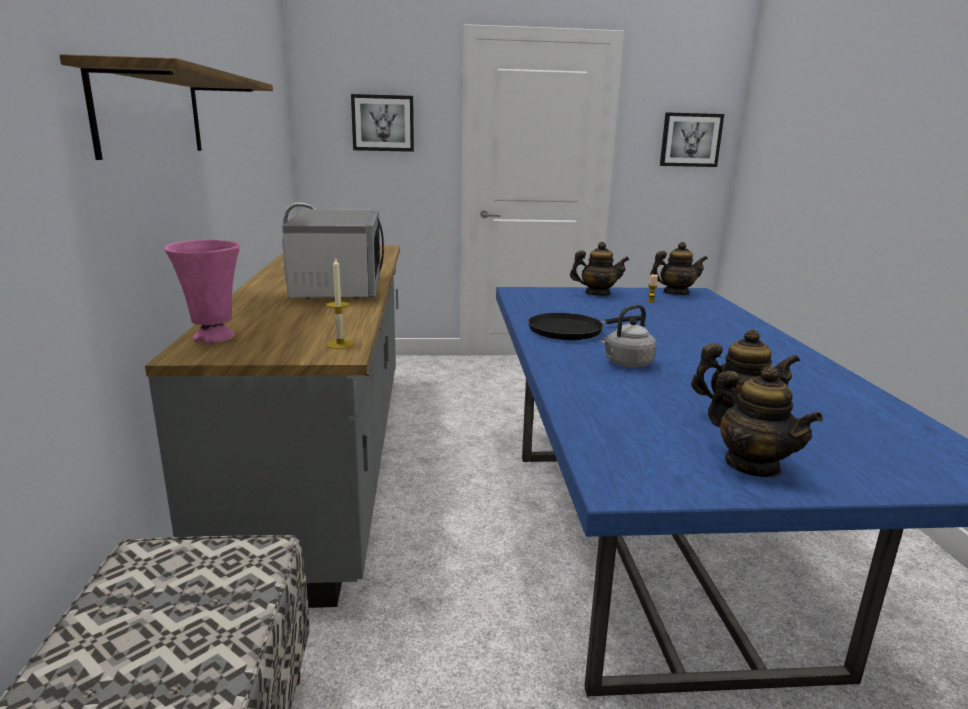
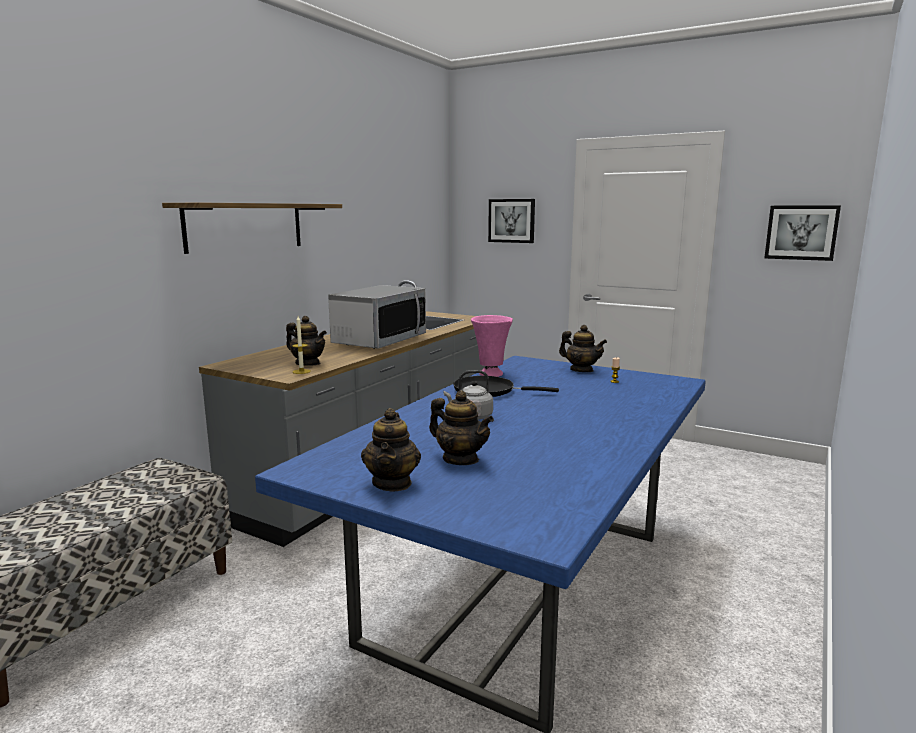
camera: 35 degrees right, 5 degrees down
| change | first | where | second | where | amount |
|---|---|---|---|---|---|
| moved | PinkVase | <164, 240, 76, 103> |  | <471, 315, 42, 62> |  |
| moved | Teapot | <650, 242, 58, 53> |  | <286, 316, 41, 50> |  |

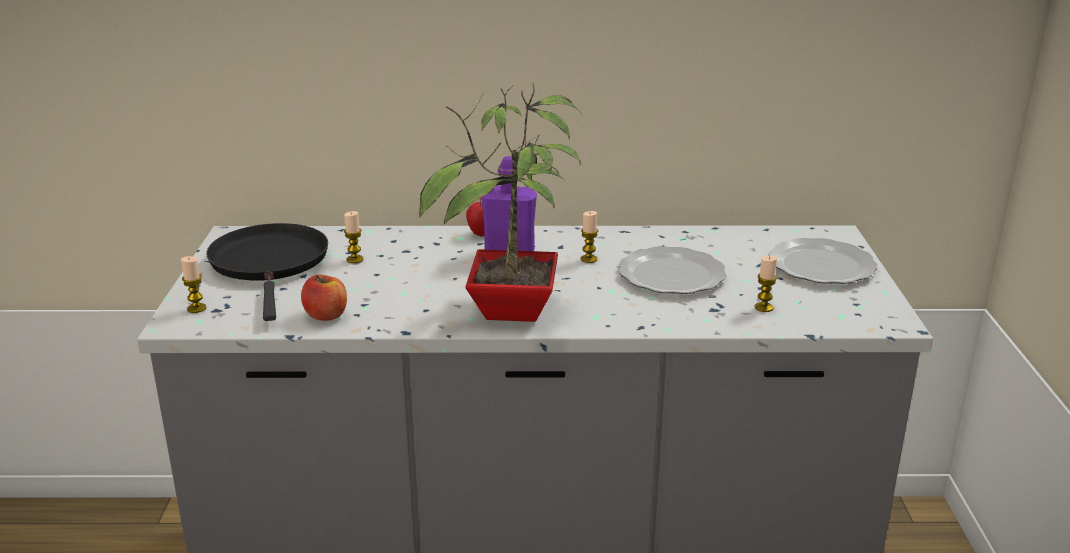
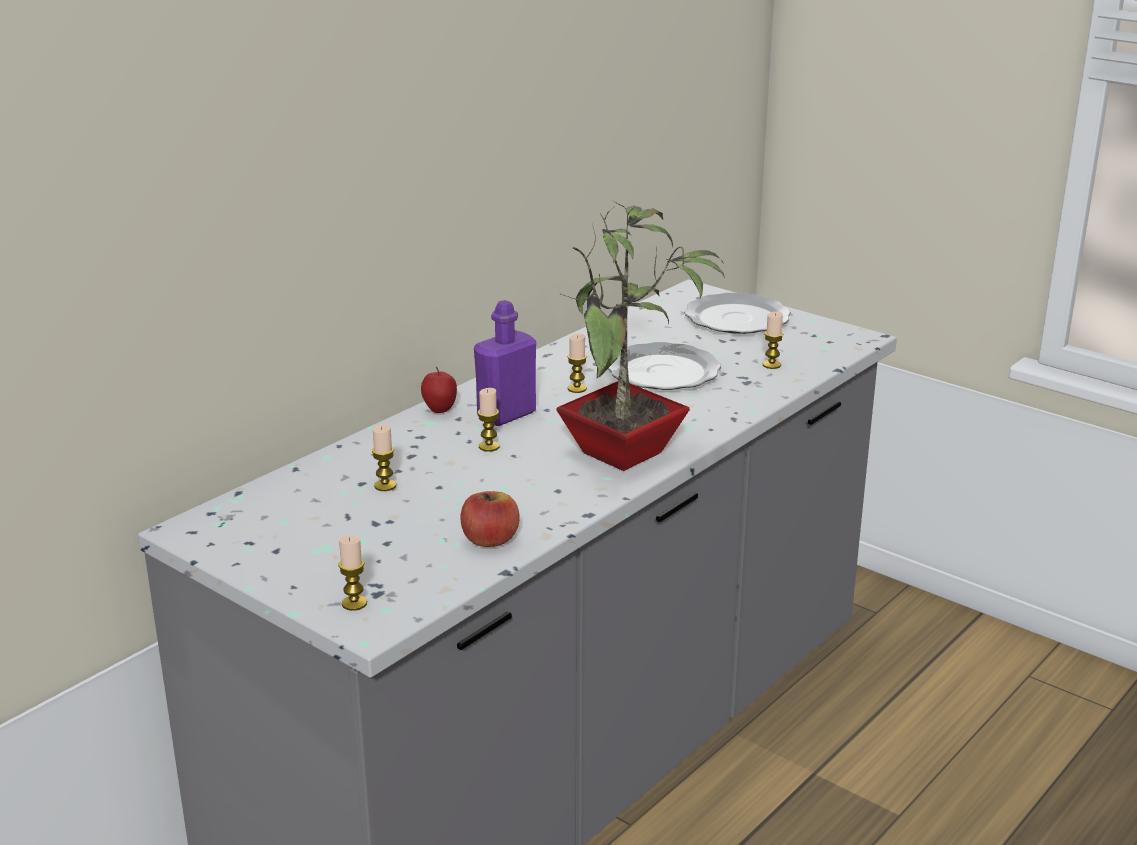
camera: 50 degrees left, 0 degrees up
| change | first | where | second | where | amount |
|---|---|---|---|---|---|
| removed | BlackFryingPan | <206, 223, 122, 98> |  |  |  |
| added |  |  | Candle | <478, 388, 22, 64> |  |

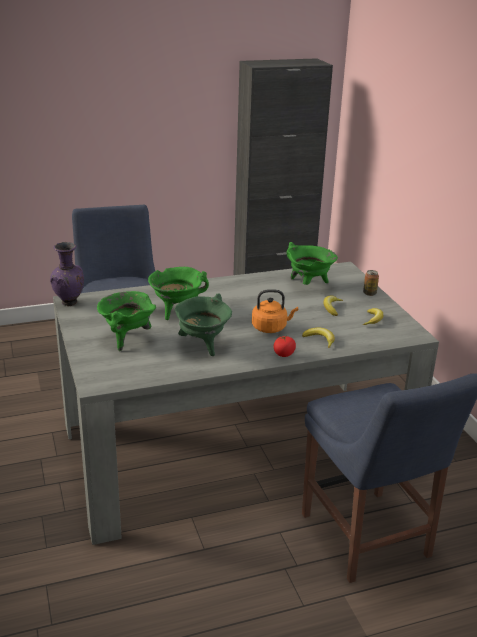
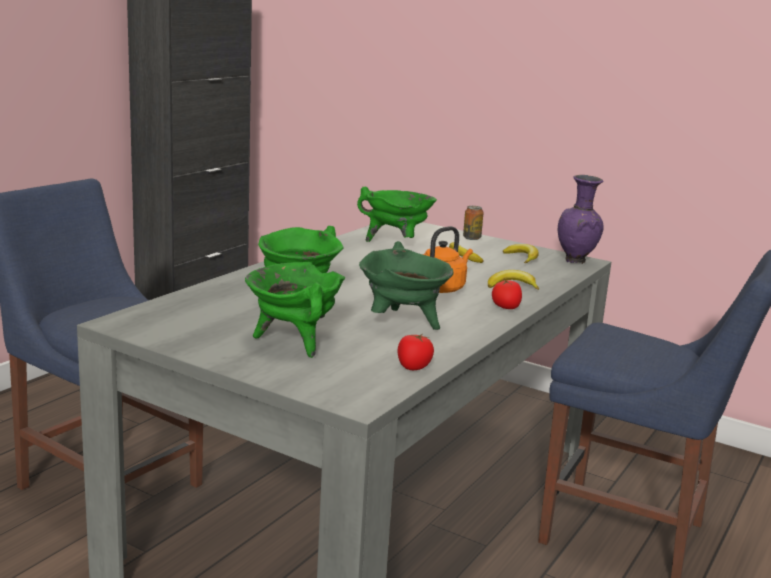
camera: 40 degrees left, 10 degrees down
| change | first | where | second | where | amount |
|---|---|---|---|---|---|
| moved | PurpleVase | <50, 242, 34, 64> |  | <558, 175, 46, 89> |  |
| added |  |  | Tomato | <398, 334, 36, 36> |  |

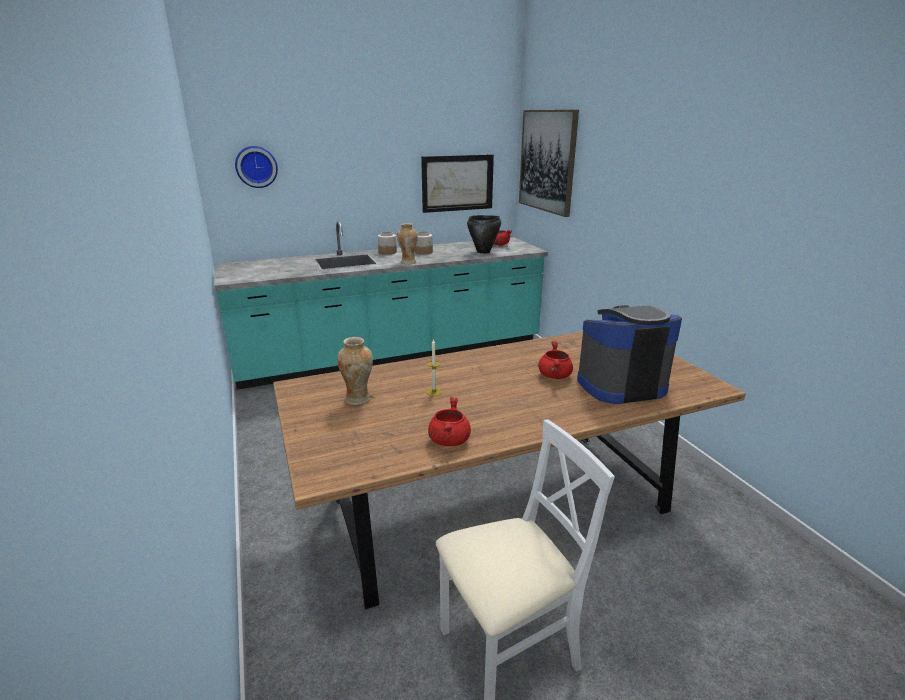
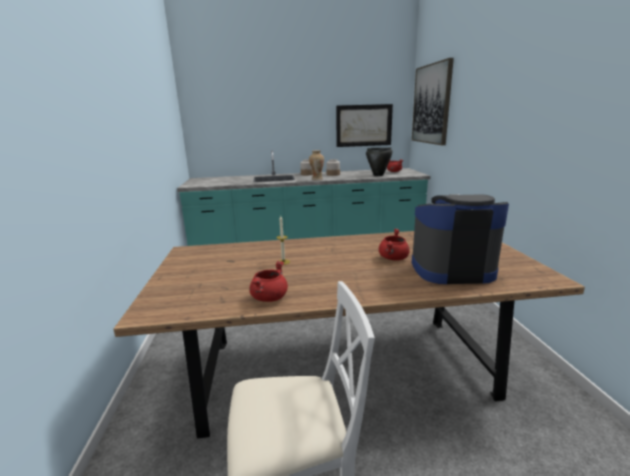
camera: 15 degrees right, 5 degrees down
| change | first | where | second | where | amount |
|---|---|---|---|---|---|
| removed | WallClock | <235, 146, 43, 42> |  |  |  |
| removed | Vase | <337, 337, 36, 68> |  |  |  |

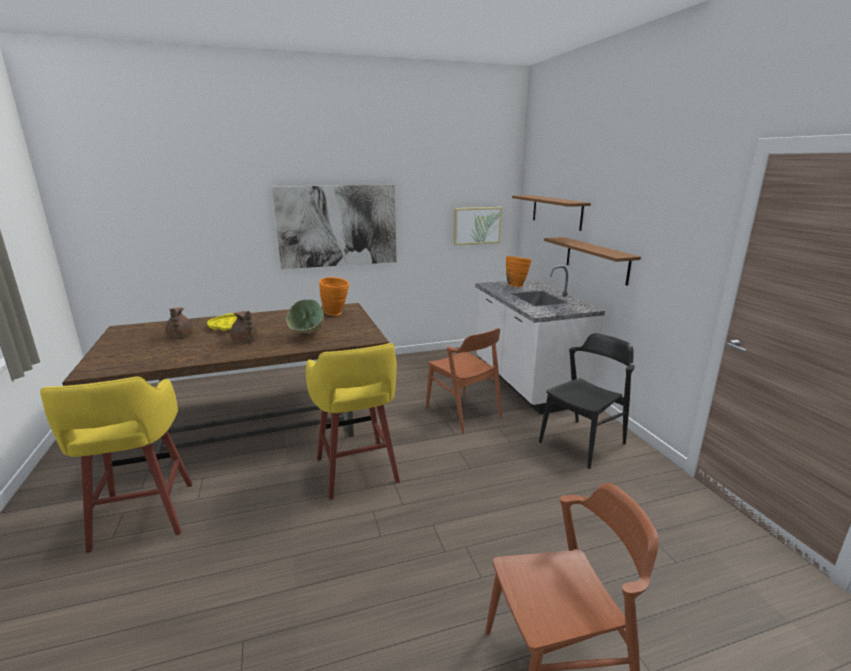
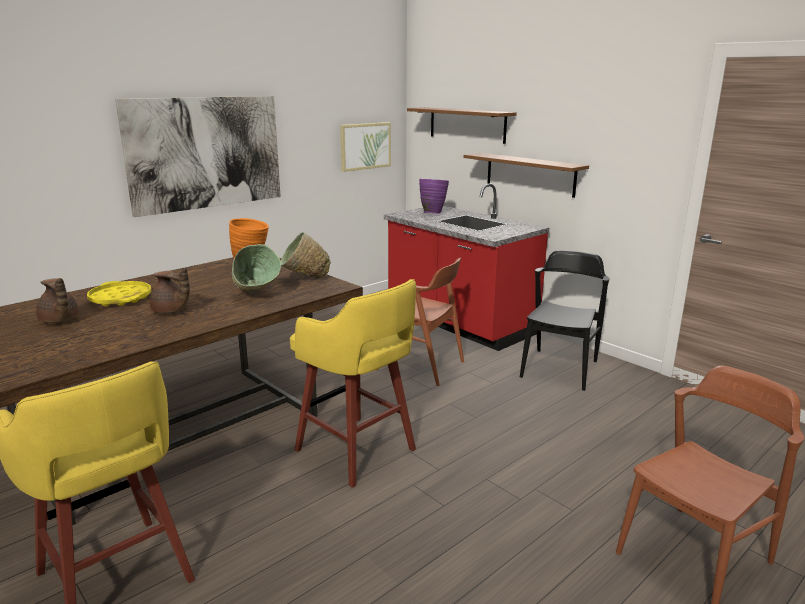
camera: 25 degrees left, 0 degrees up
| change | first | where | second | where | amount |
|---|---|---|---|---|---|
| recoloured | OrangeVase | <506, 256, 26, 31> | PurpleVase | <419, 179, 30, 35> |  |
| recoloured | WhiteCounter | <475, 265, 130, 149> | RedCounter | <384, 183, 165, 168> |  |
| added |  |  | GreenBowl | <281, 232, 50, 46> |  |

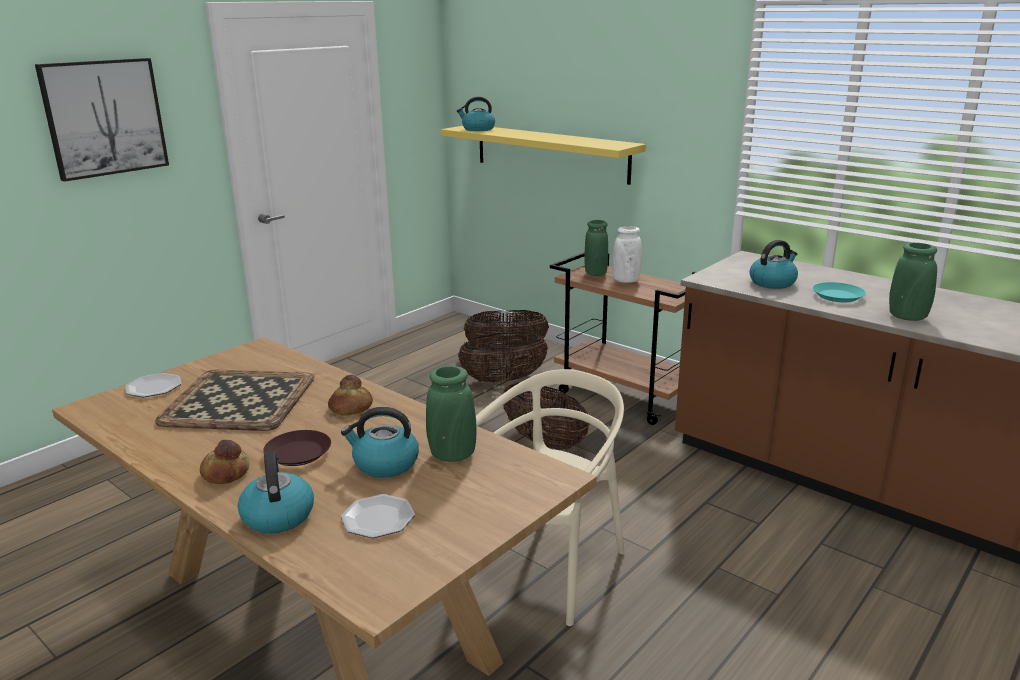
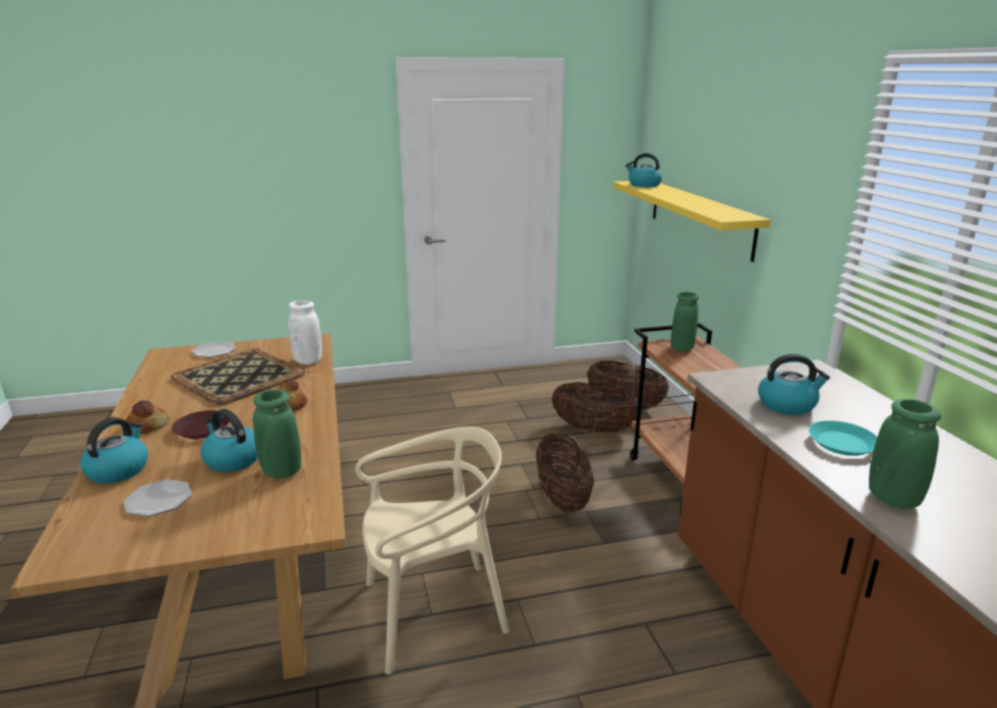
camera: 35 degrees right, 0 degrees up
| change | first | where | second | where | amount |
|---|---|---|---|---|---|
| removed | Picture | <35, 58, 134, 124> |  |  |  |
| moved | WhiteVase | <612, 226, 30, 57> |  | <288, 301, 34, 64> |  |

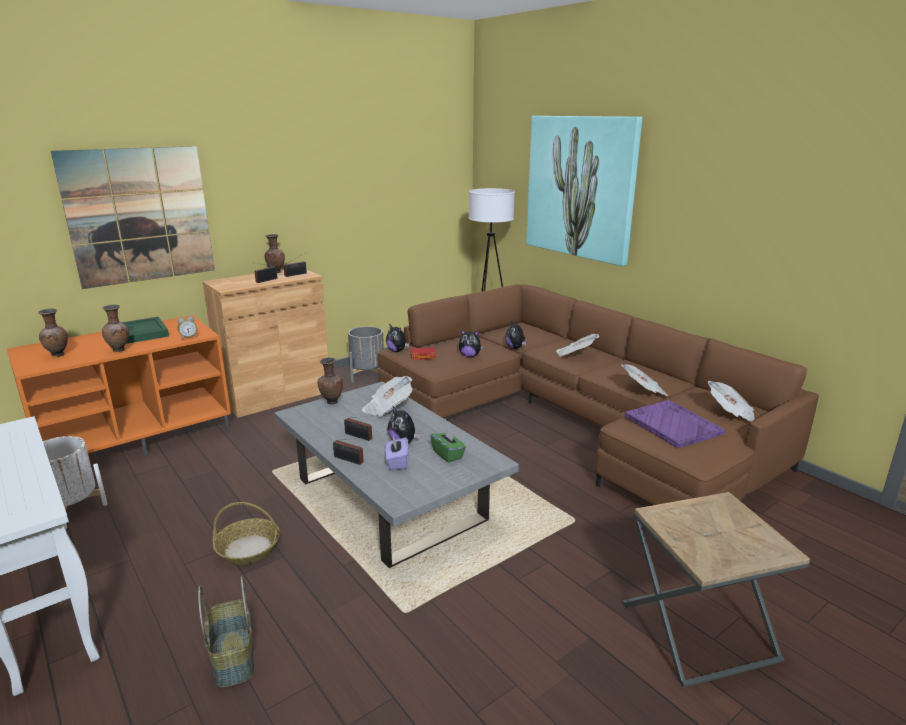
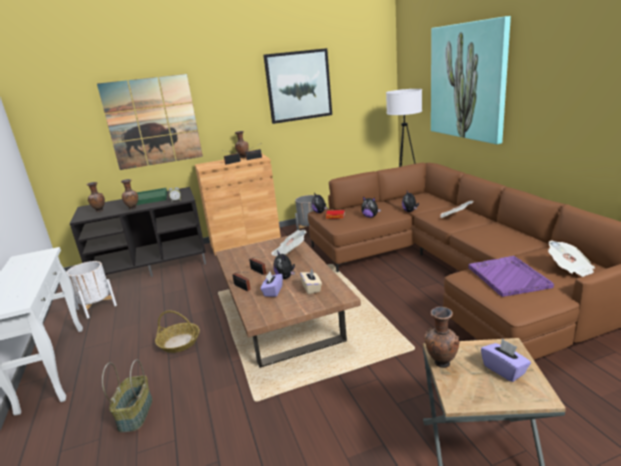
camera: 20 degrees right, 0 degrees up
| change | first | where | second | where | amount |
|---|---|---|---|---|---|
| recoloured | OrangeTvStand | <7, 315, 224, 140> | BlackTvStand | <70, 187, 136, 90> |  |
| moved | BrownVase | <317, 357, 26, 47> |  | <424, 307, 36, 61> |  |
| removed | Newspaper | <621, 364, 48, 32> |  |  |  |
| recoloured | GreyCoffeeTable | <274, 382, 245, 186> | BrownCoffeeTable | <215, 235, 146, 133> |  |
| recoloured | GreenTissueBox | <430, 428, 36, 35> | BeigeTissueBox | <300, 268, 22, 26> |  |
| added |  |  | Picture | <263, 48, 69, 76> |  |
| added |  |  | PurpleTissueBox | <481, 339, 50, 43> |  |

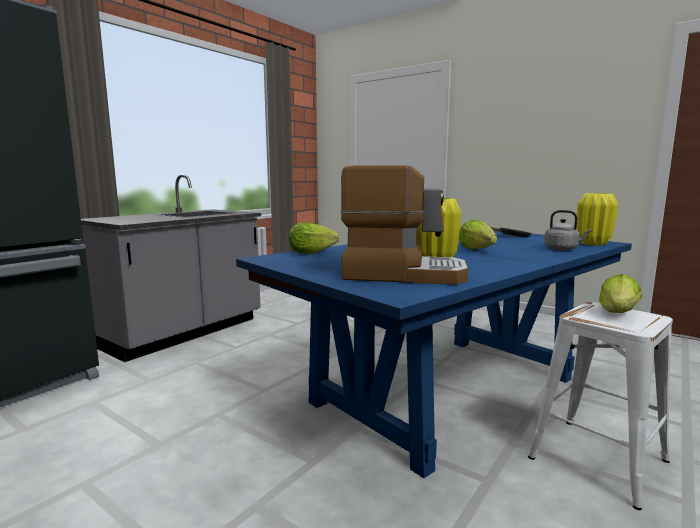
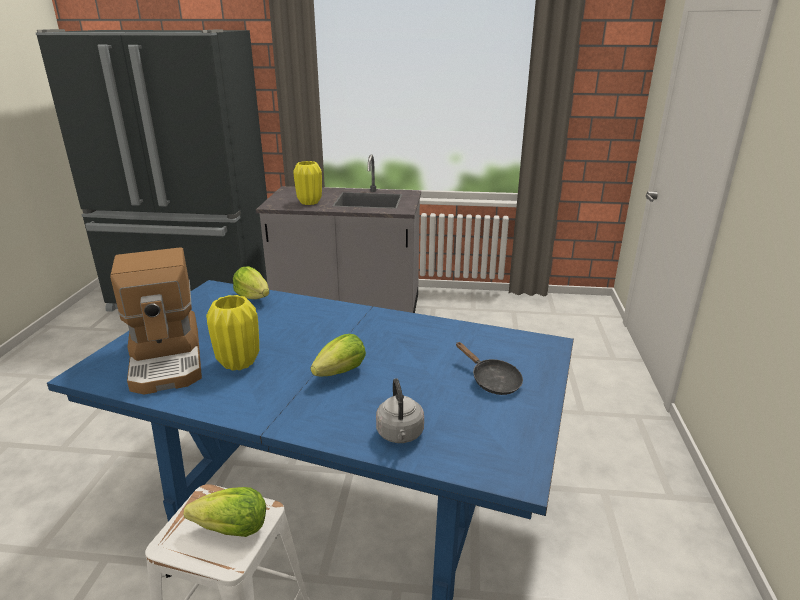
camera: 60 degrees right, 15 degrees up
| change | first | where | second | where | amount |
|---|---|---|---|---|---|
| moved | YellowVase | <576, 193, 42, 53> |  | <293, 161, 29, 44> |  |

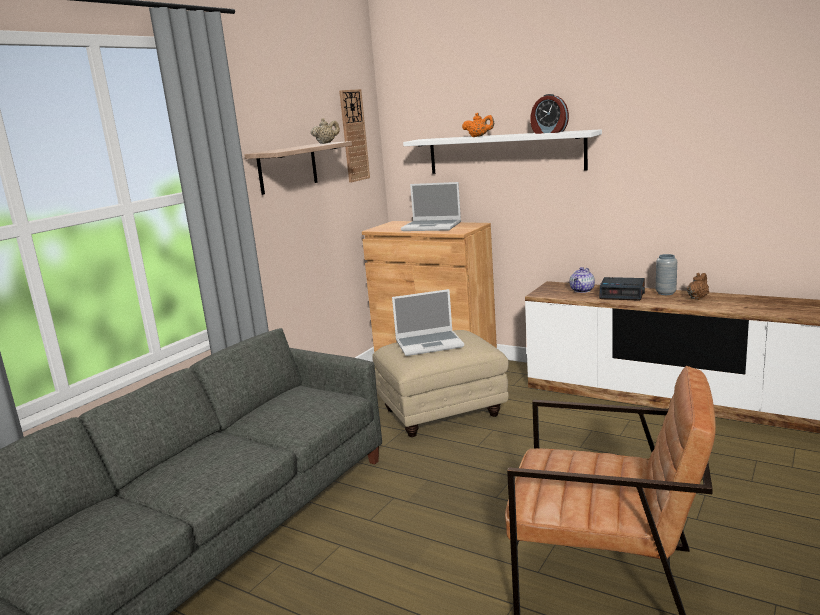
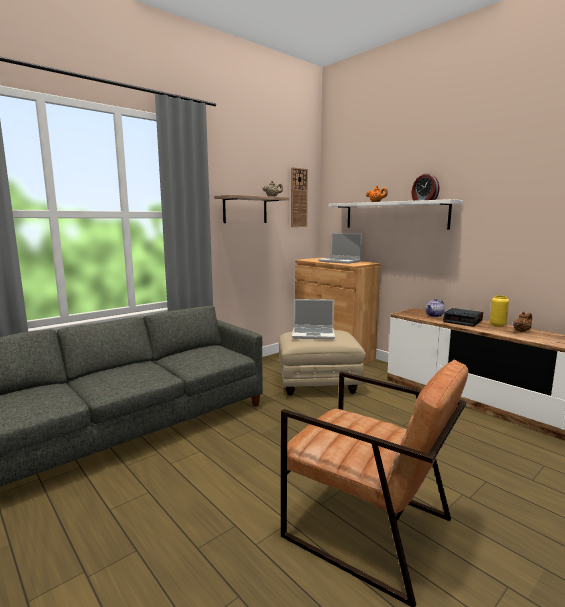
camera: 15 degrees right, 5 degrees down
| change | first | where | second | where | amount |
|---|---|---|---|---|---|
| recoloured | GreyVase | <656, 254, 21, 41> | YellowVase | <490, 295, 19, 32> |  |

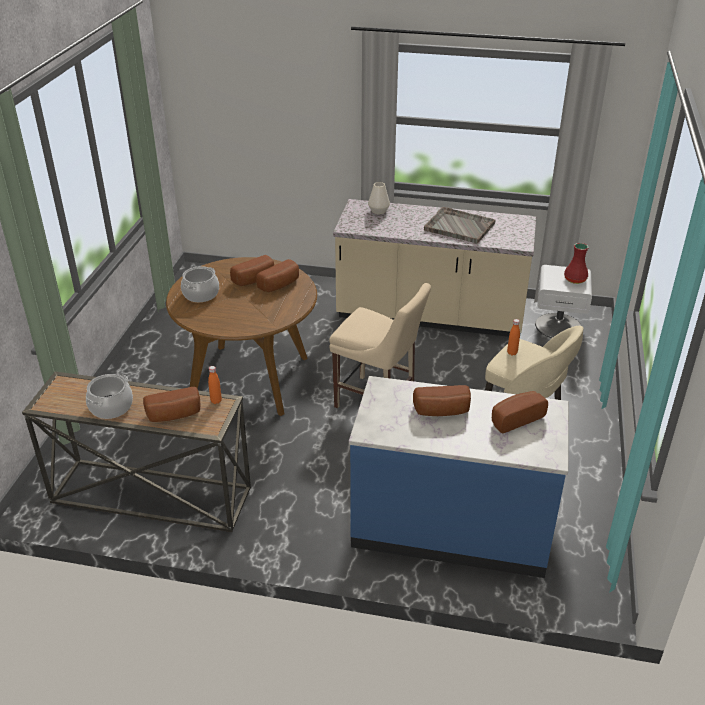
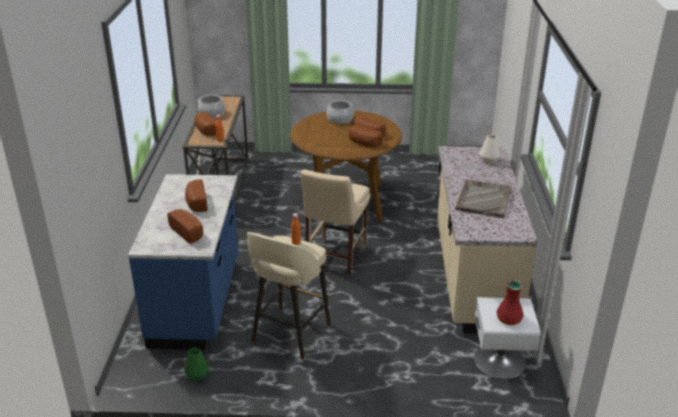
camera: 80 degrees right, 5 degrees down
| change | first | where | second | where | amount |
|---|---|---|---|---|---|
| added |  |  | GreenVase | <184, 348, 25, 33> |  |

